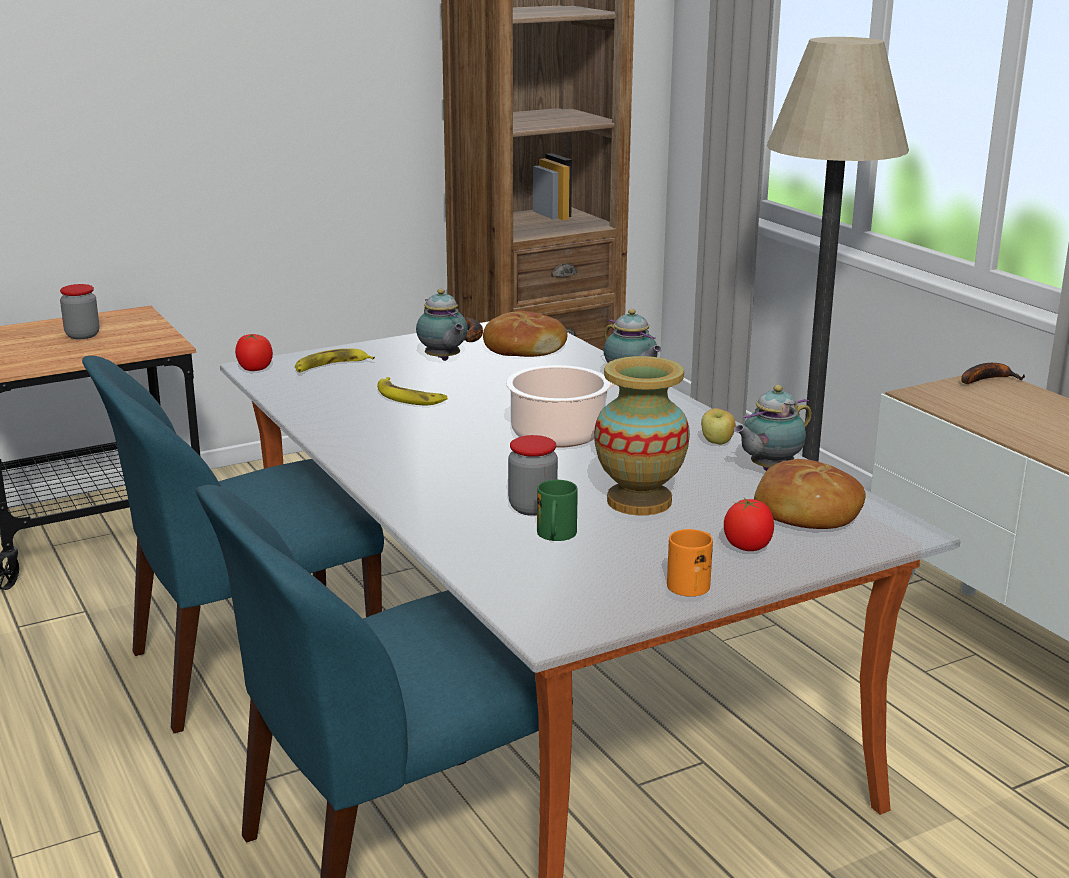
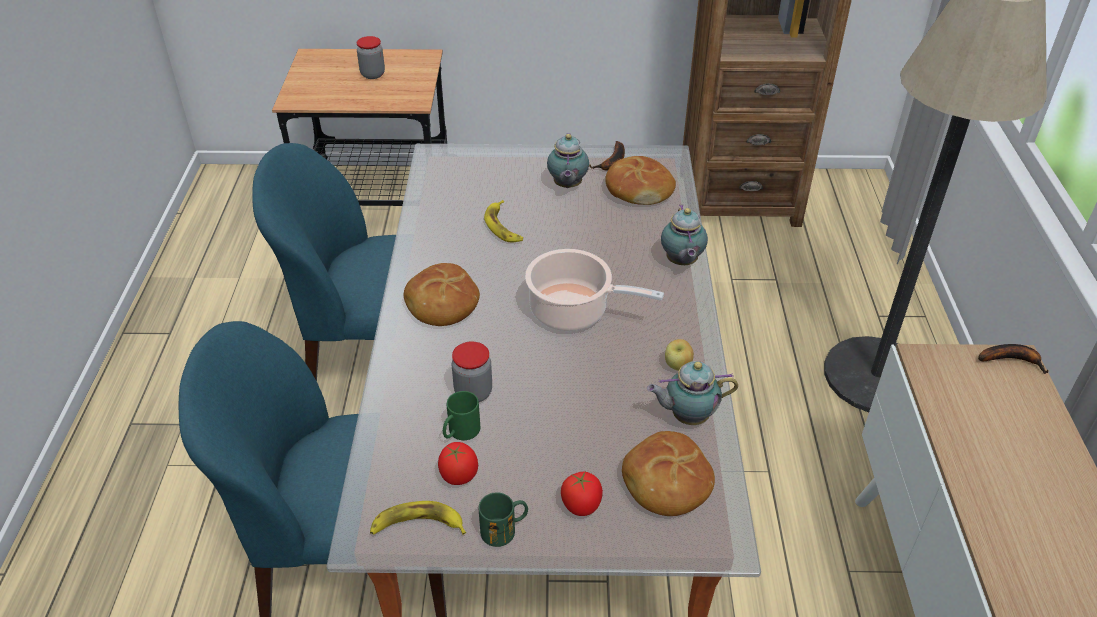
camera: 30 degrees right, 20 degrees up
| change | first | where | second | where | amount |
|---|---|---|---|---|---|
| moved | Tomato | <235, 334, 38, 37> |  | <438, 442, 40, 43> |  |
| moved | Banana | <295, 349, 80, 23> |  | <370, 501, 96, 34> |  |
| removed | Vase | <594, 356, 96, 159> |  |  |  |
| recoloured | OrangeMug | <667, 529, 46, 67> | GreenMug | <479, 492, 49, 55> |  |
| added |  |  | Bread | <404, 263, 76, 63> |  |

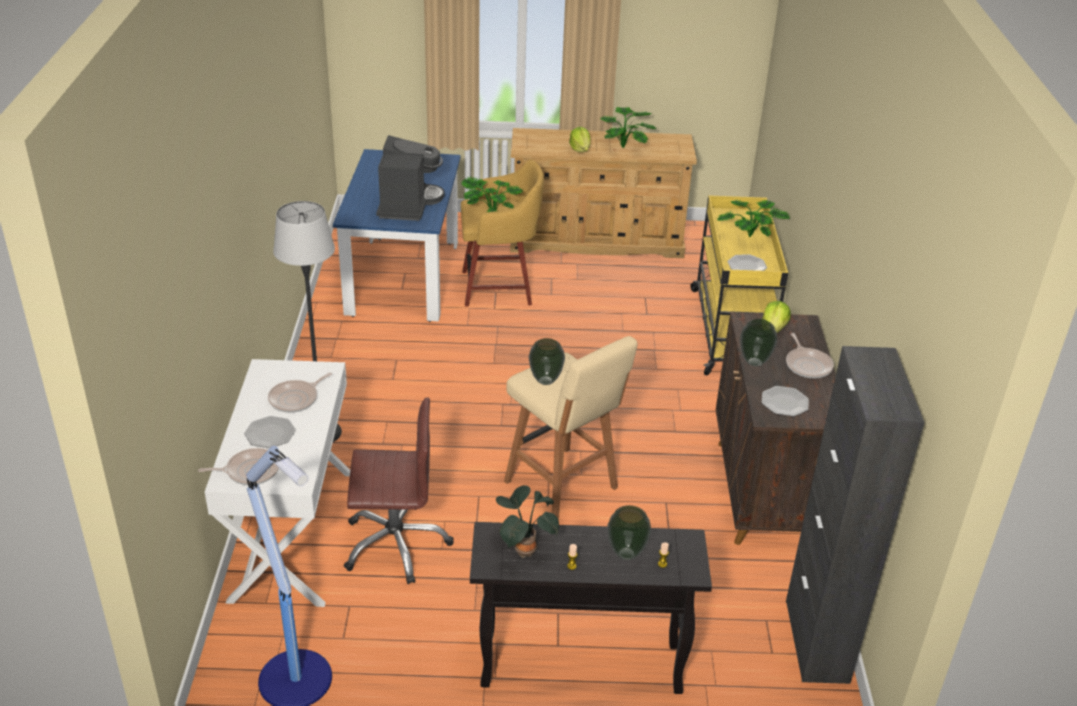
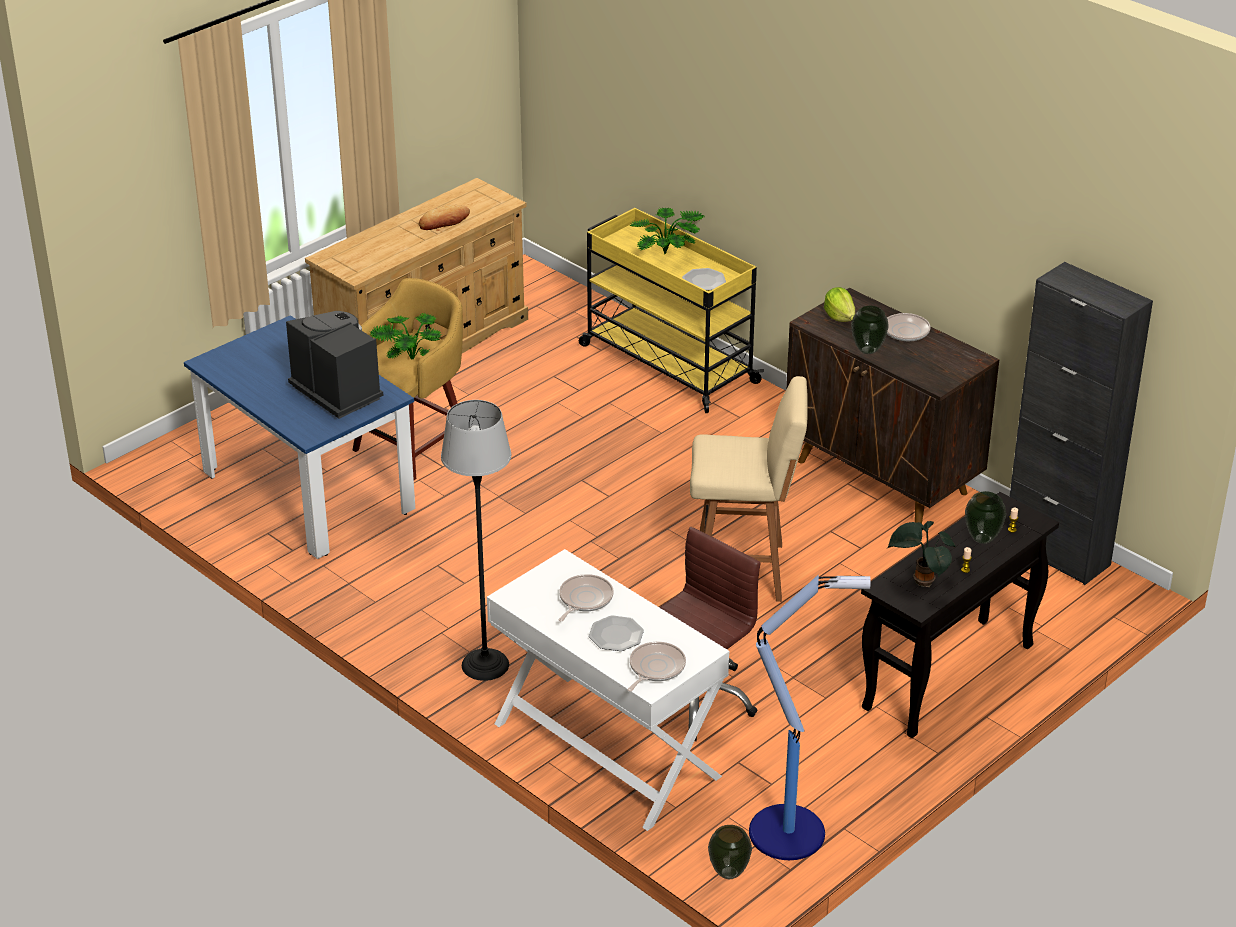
camera: 45 degrees left, 0 degrees up
| change | first | where | second | where | amount |
|---|---|---|---|---|---|
| replaced | PottedPlant | <600, 107, 57, 41> | Bread | <419, 205, 51, 25> |  |
| removed | Lettuce | <569, 127, 22, 26> |  |  |  |
| moved | Vase | <529, 338, 36, 47> |  | <708, 825, 44, 54> |  |
| turned | FryingPan | <268, 372, 64, 41> |  | <558, 574, 56, 48> | 150 degrees counterclockwise |
| removed | Plate | <762, 386, 47, 30> |  |  |  |

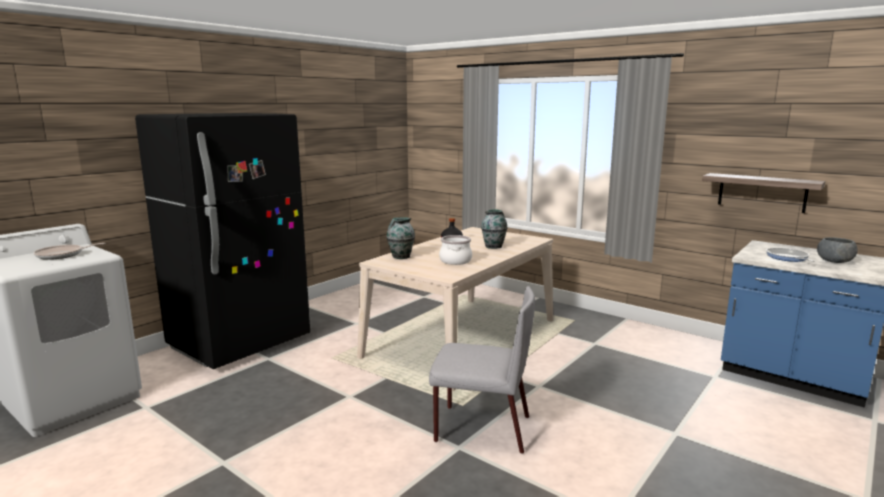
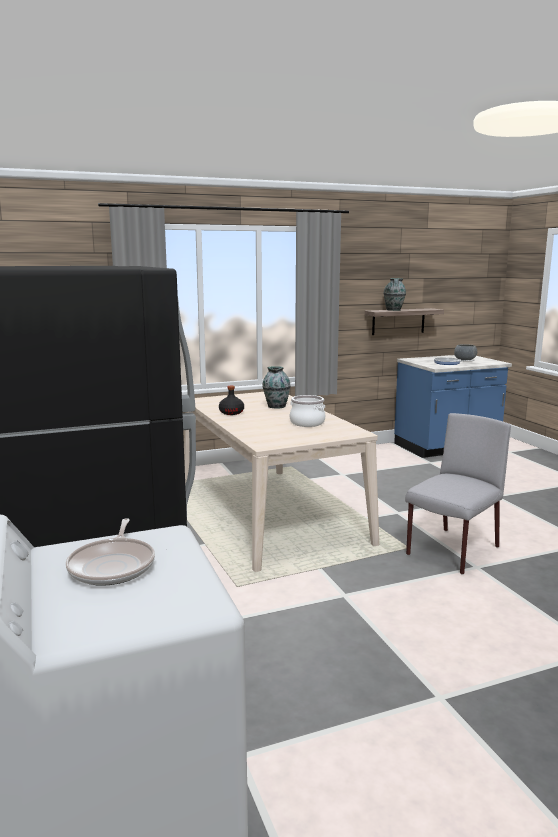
camera: 60 degrees left, 0 degrees up
| change | first | where | second | where | amount |
|---|---|---|---|---|---|
| moved | Vase | <386, 218, 29, 41> |  | <383, 278, 23, 33> |  |

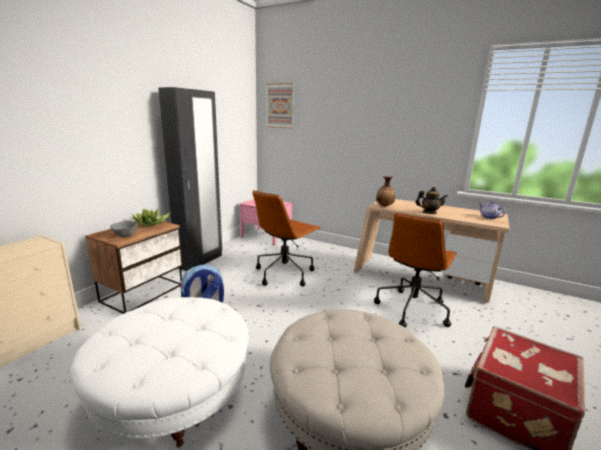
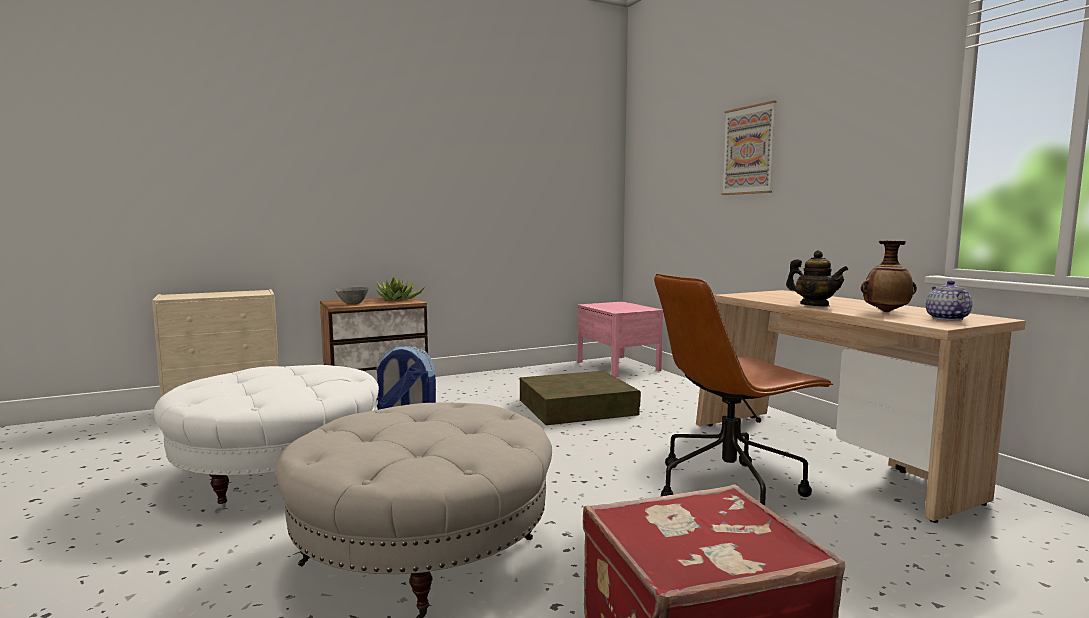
camera: 35 degrees right, 10 degrees down
| change | first | where | second | where | amount |
|---|---|---|---|---|---|
| moved | Picture | <266, 83, 29, 46> |  | <721, 100, 56, 95> |  |
| removed | BlackWardrobe | <158, 87, 64, 184> |  |  |  |
| moved | Vase | <376, 176, 19, 31> |  | <861, 241, 56, 72> |  |
| replaced | BrownOfficeChair | <253, 190, 67, 96> | BrownStorageBox | <520, 371, 121, 54> |  |

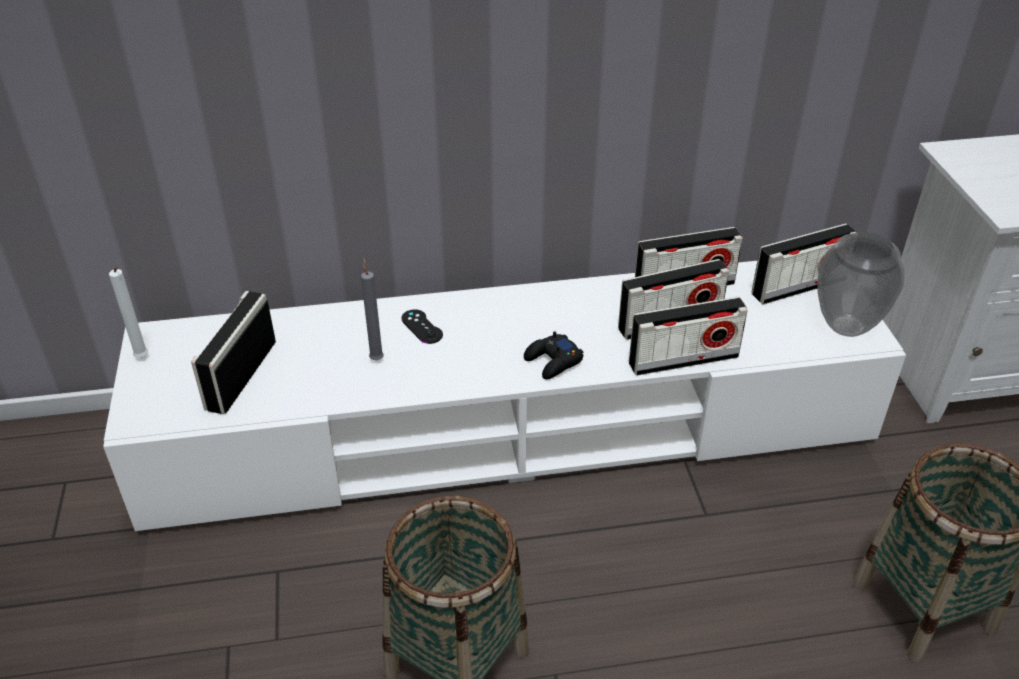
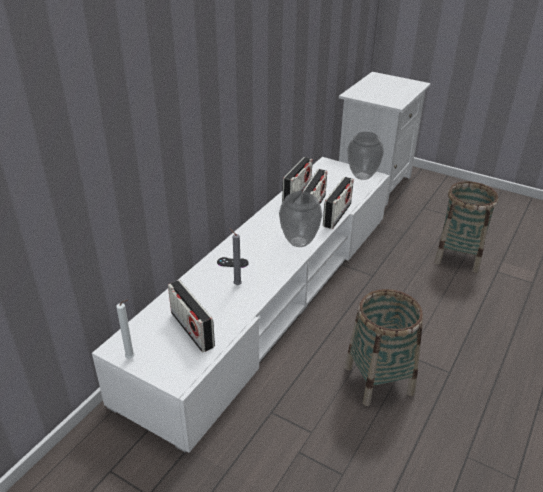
camera: 50 degrees left, 5 degrees down
| change | first | where | second | where | amount |
|---|---|---|---|---|---|
| removed | Radio | <752, 223, 105, 81> |  |  |  |
| replaced | BlackGameController | <524, 331, 60, 49> | Vase | <279, 191, 43, 56> |  |

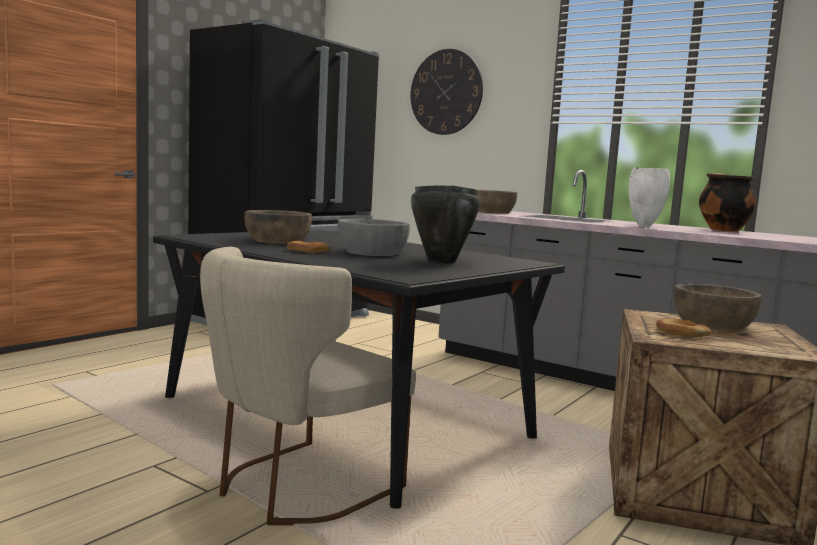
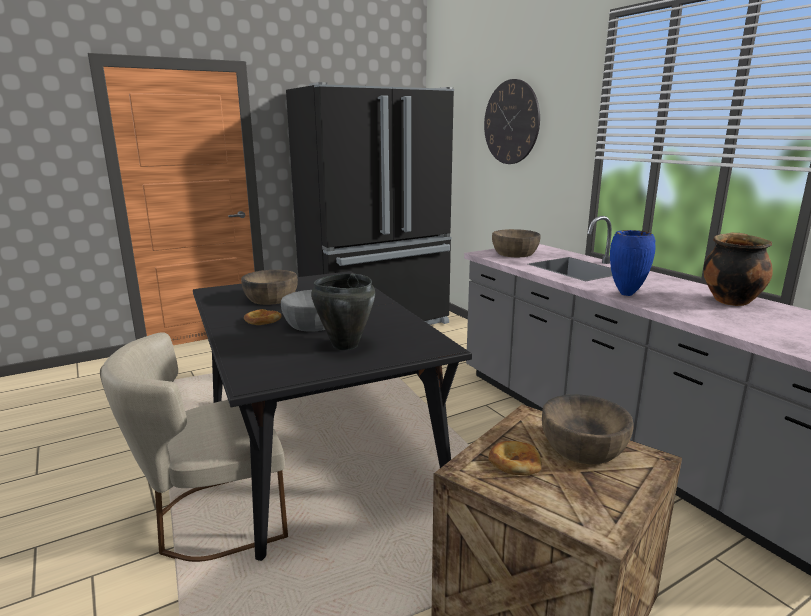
camera: 25 degrees right, 10 degrees up
| change | first | where | second | where | amount |
|---|---|---|---|---|---|
| recoloured | WhiteVase | <629, 168, 41, 60> | BlueVase | <610, 230, 46, 66> |  |

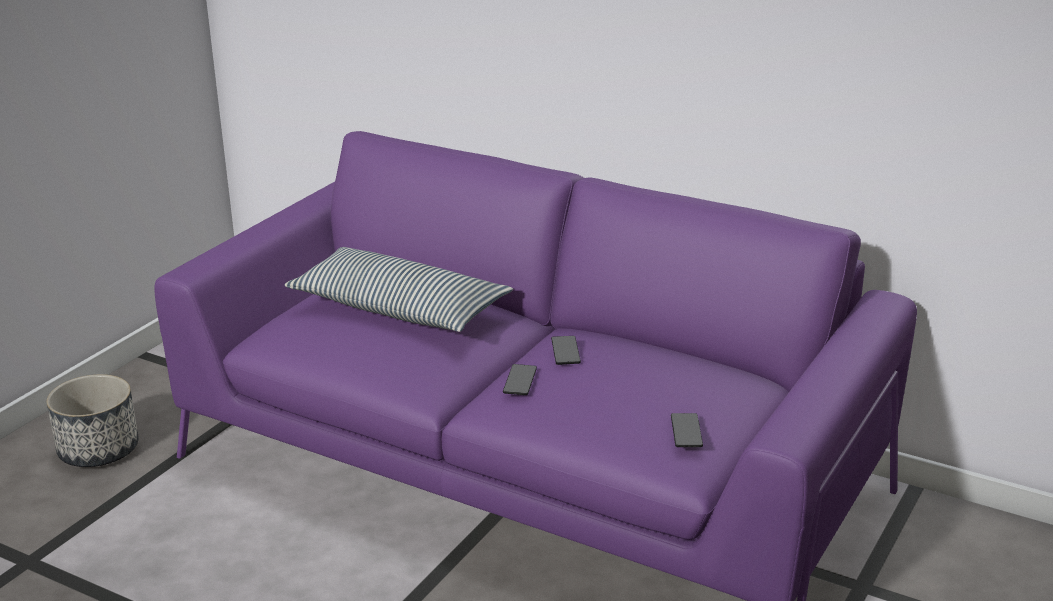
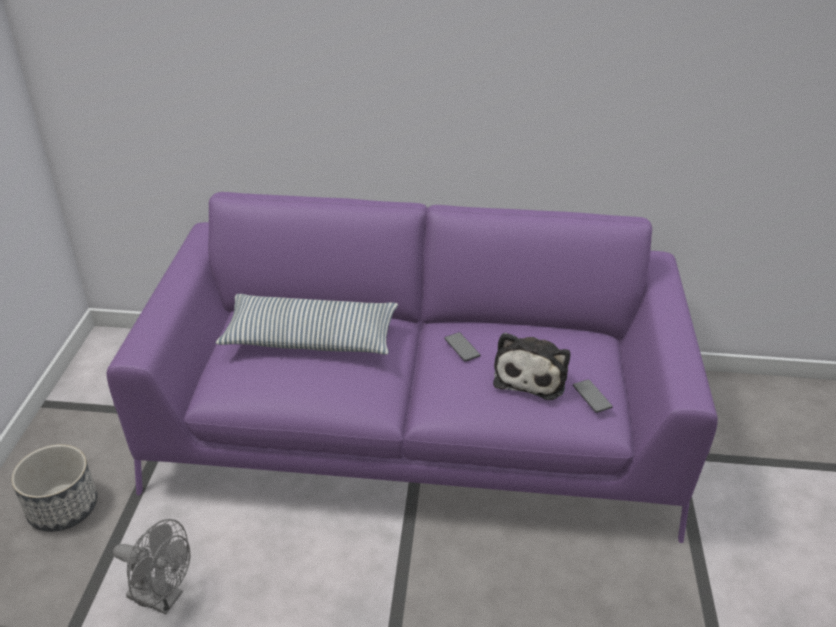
camera: 25 degrees left, 10 degrees up
| change | first | where | second | where | amount |
|---|---|---|---|---|---|
| removed | Phone | <503, 364, 34, 31> |  |  |  |
| added |  |  | PlushToy | <493, 332, 77, 68> |  |
| added |  |  | GreyFan | <113, 519, 77, 96> |  |

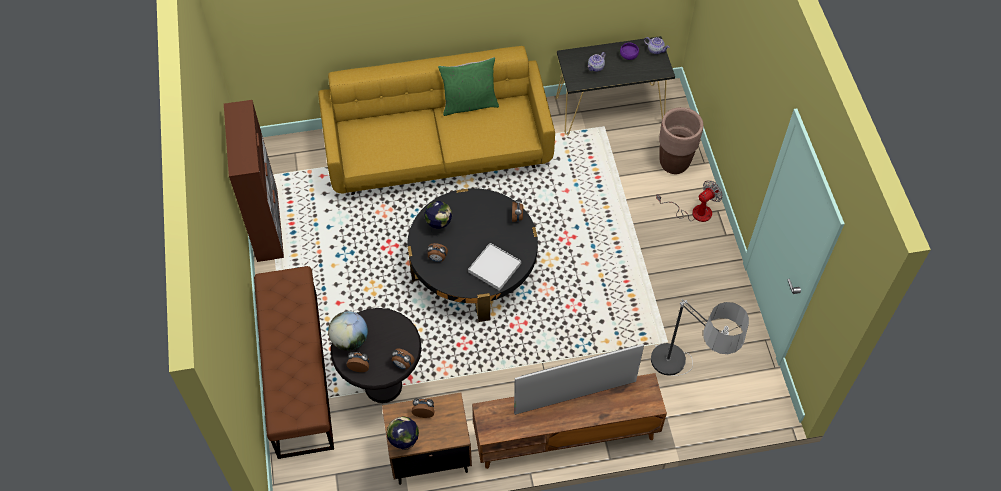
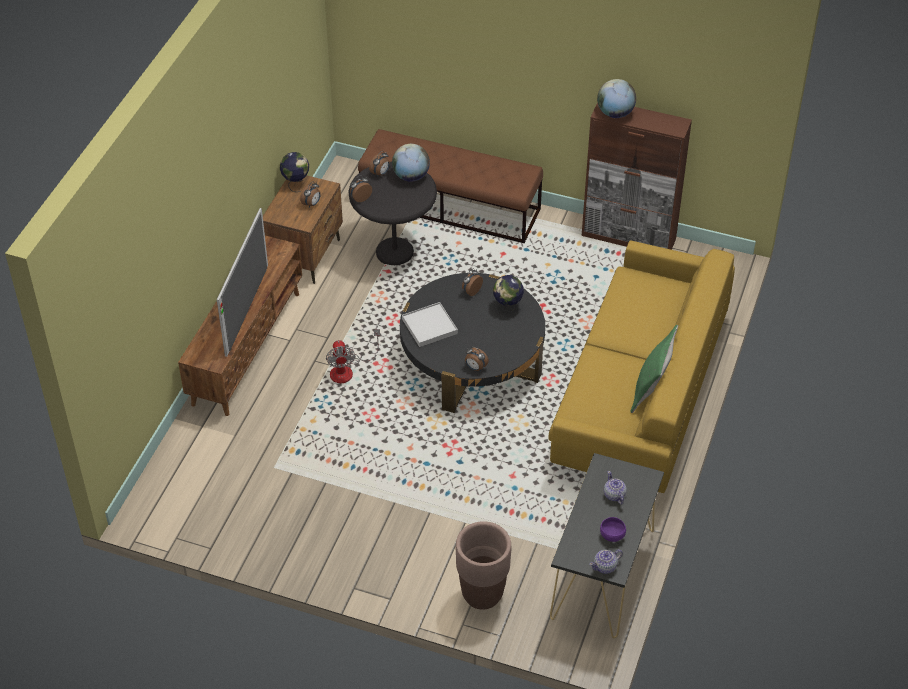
camera: 120 degrees right, 10 degrees down
| change | first | where | second | where | amount |
|---|---|---|---|---|---|
| moved | Fan | <656, 180, 67, 42> |  | <326, 329, 54, 54> |  |
| removed | FloorLamp | <651, 299, 98, 77> |  |  |  |
| added |  |  | Globe | <597, 79, 39, 39> |  |

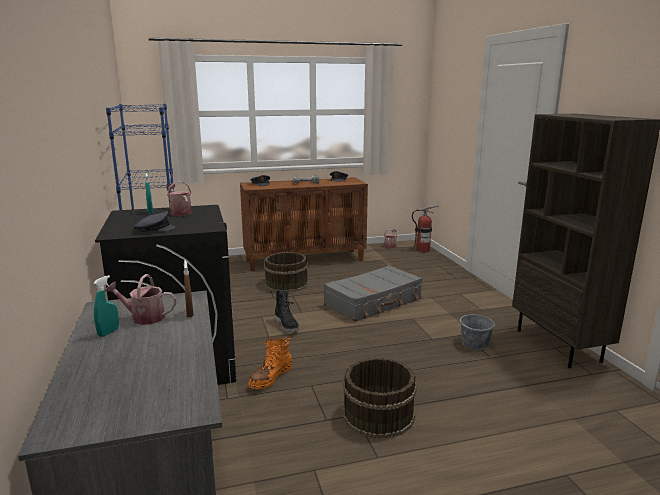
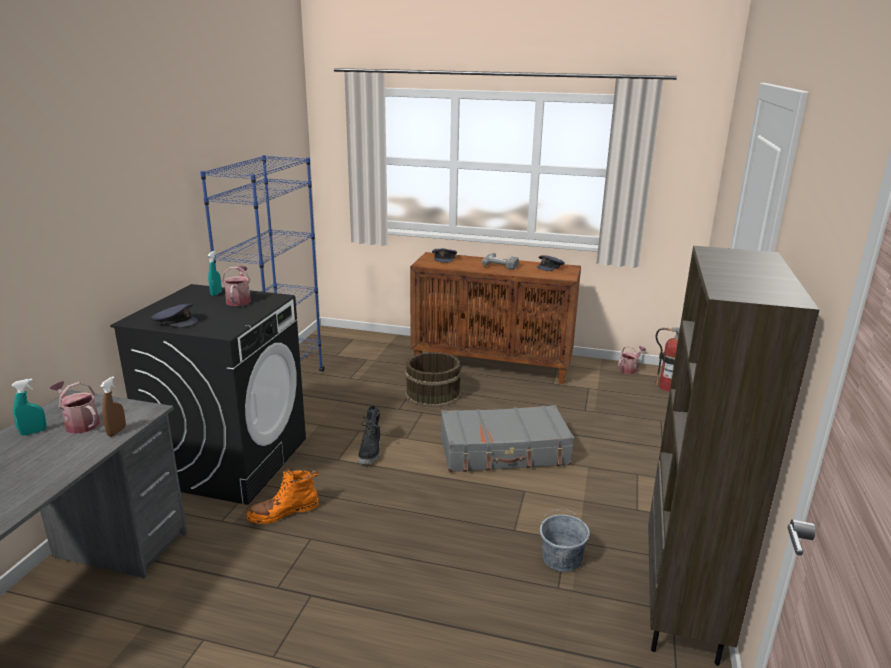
camera: 30 degrees right, 5 degrees up
| change | first | where | second | where | amount |
|---|---|---|---|---|---|
| removed | BrownBucket | <343, 357, 74, 82> |  |  |  |

